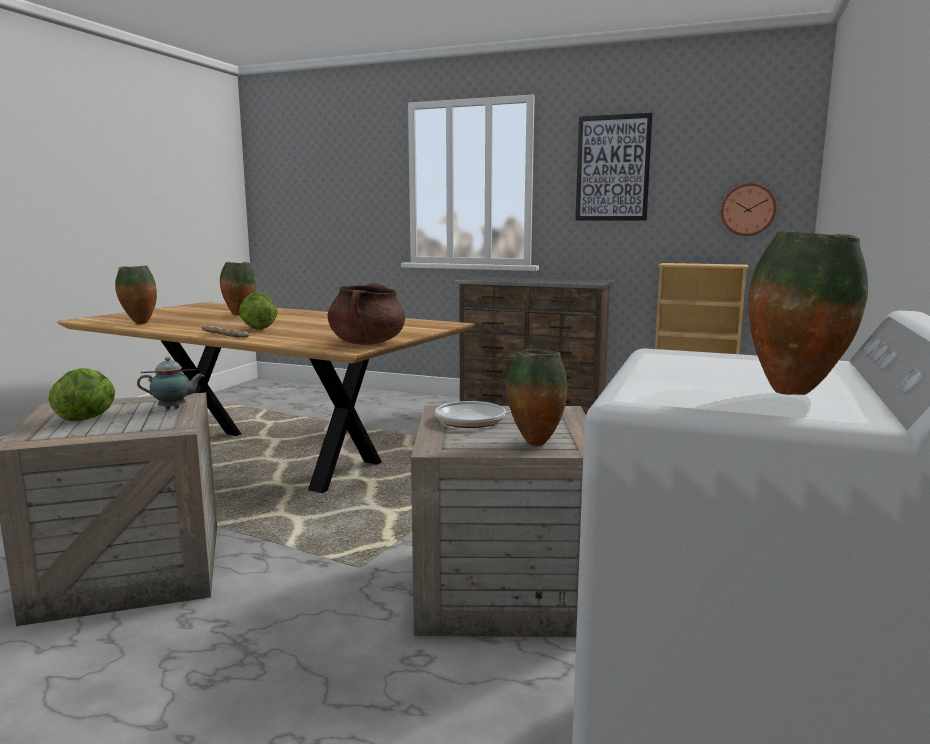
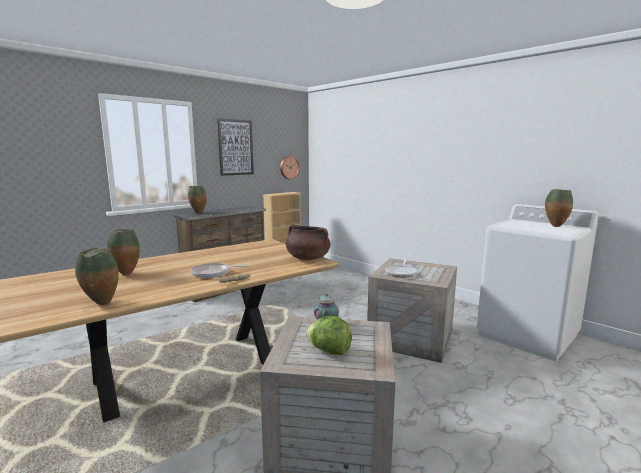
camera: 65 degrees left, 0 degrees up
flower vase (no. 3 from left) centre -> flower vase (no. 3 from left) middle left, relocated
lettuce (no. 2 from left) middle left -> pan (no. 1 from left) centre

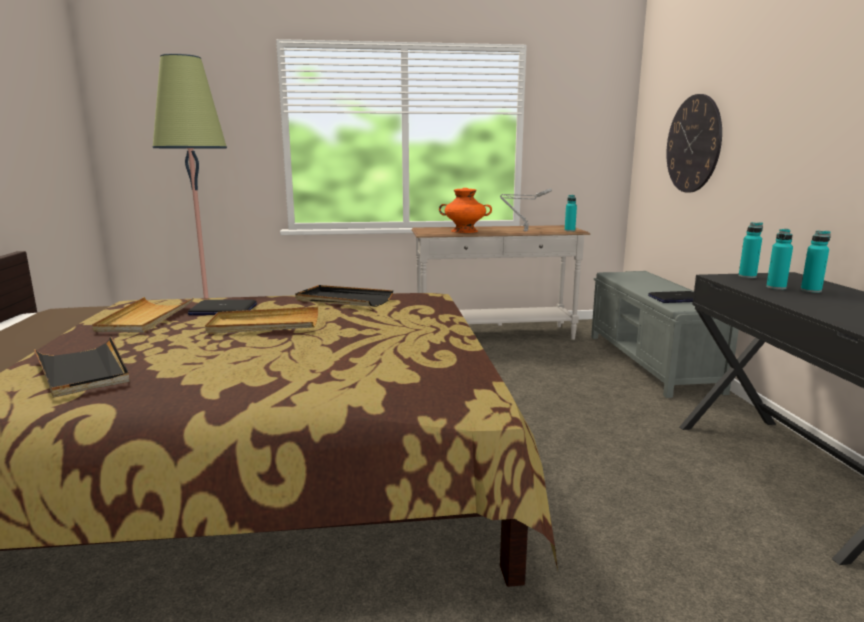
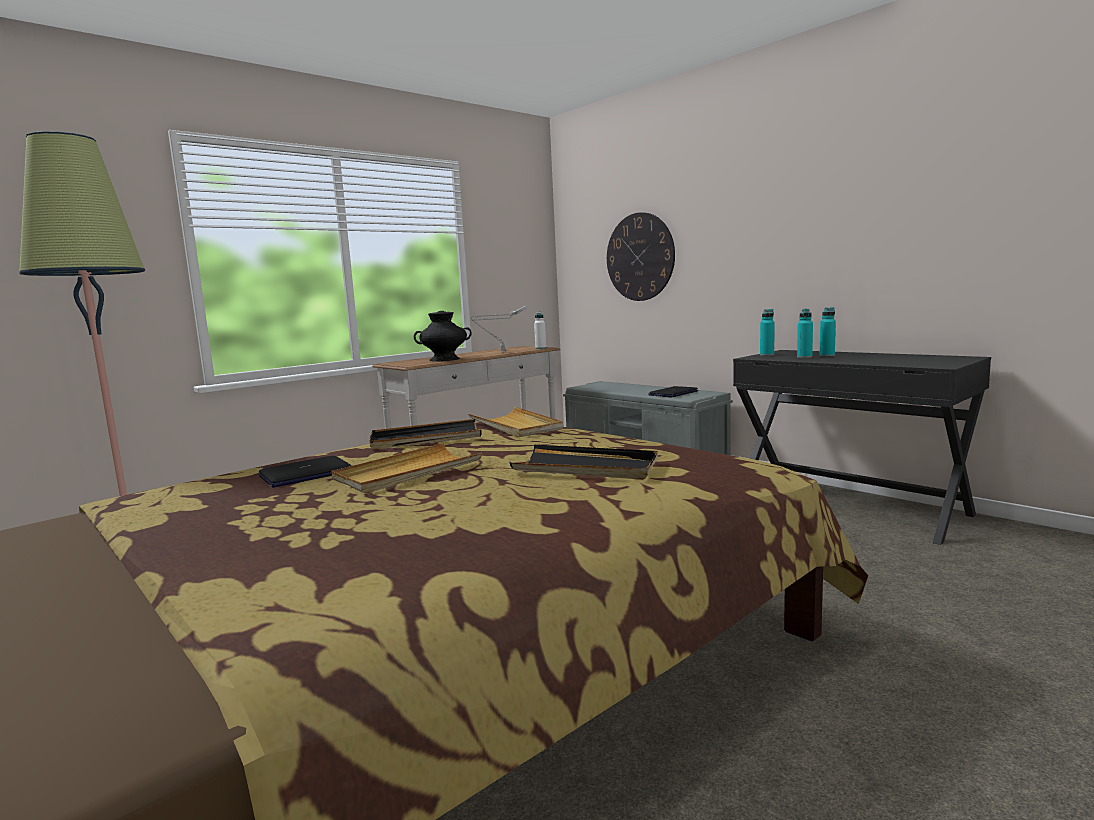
camera: 35 degrees left, 5 degrees down
orange-coloured flower vase centre -> blackish flower vase centre
sand-coloured tray (no. 1 from left in the first image) middle left -> sand-coloured tray (no. 2 from left) centre, relocated
blackish tray (no. 1 from left in the first image) middle left -> blackish tray (no. 2 from left) centre, relocated
blue-green bottle (no. 1 from left) centre -> white-coloured bottle centre

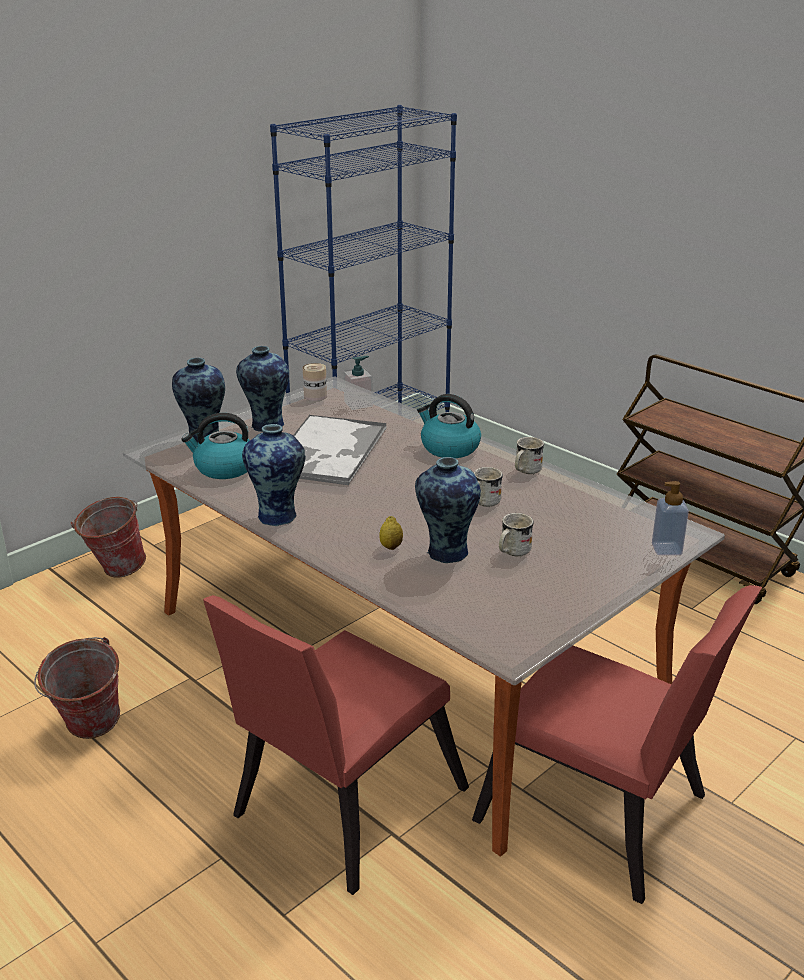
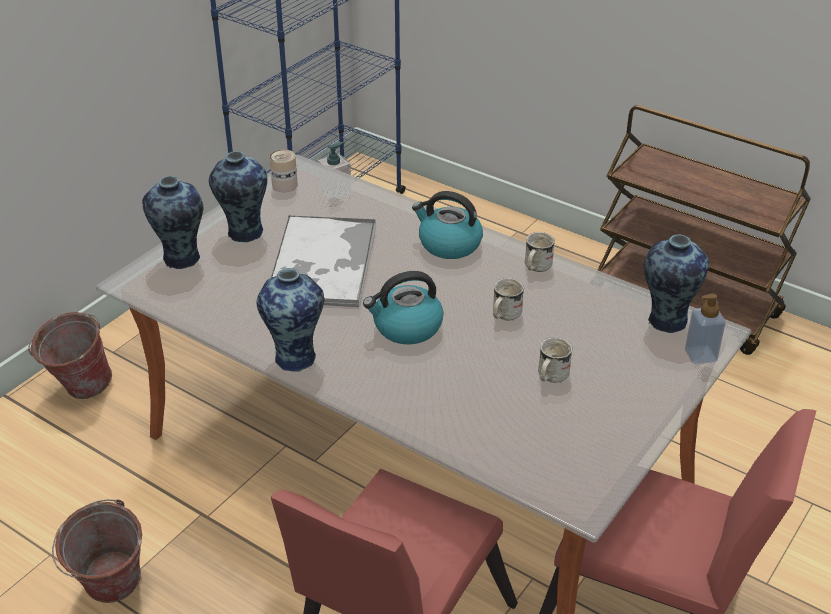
camera: 10 degrees left, 10 degrees up
water kettle (no. 1 from left) middle left -> water kettle (no. 1 from left) centre, relocated
flower vase (no. 4 from left) centre -> flower vase (no. 4 from left) middle right, relocated
whole lemon centre -> none

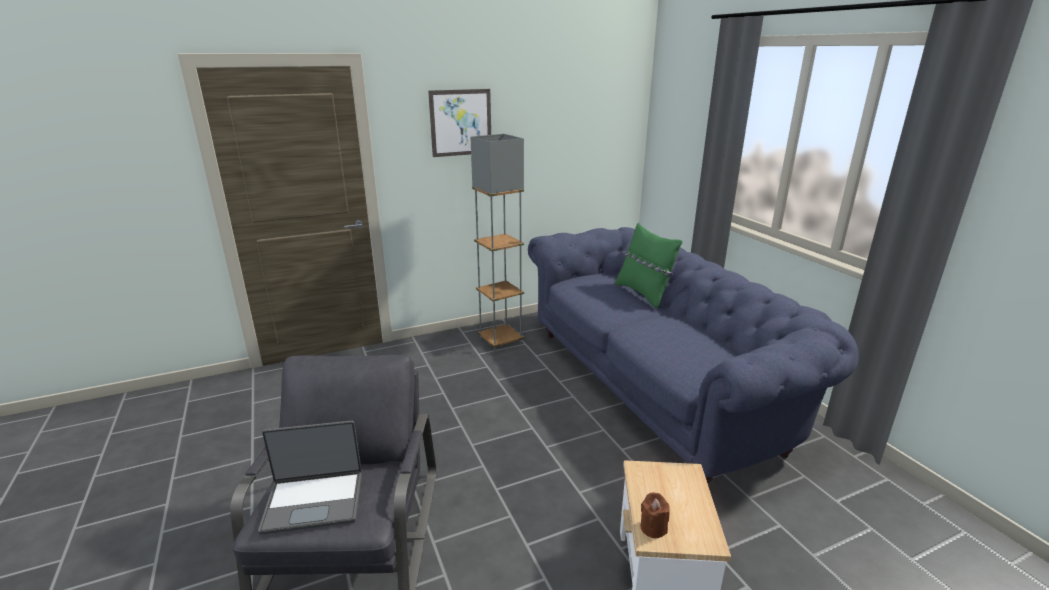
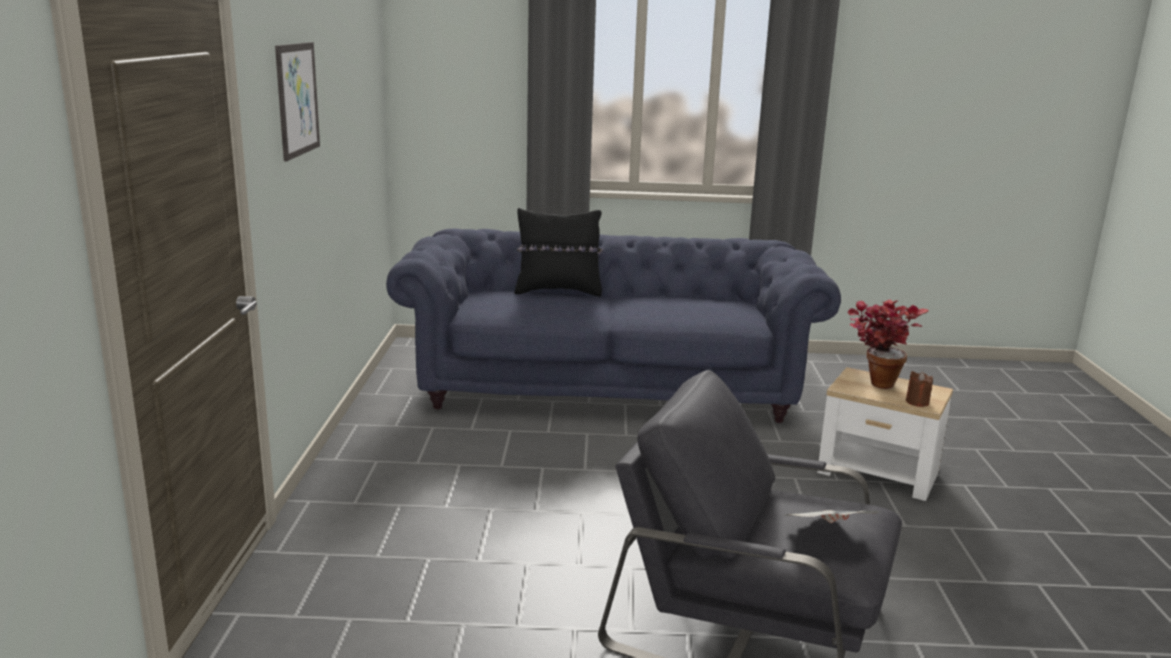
camera: 65 degrees left, 5 degrees down
greenish pillow centre -> blackish pillow centre
portable computer bottom left -> printed paper bottom right
none -> plant in a pot middle right
gray standing lamp centre -> none

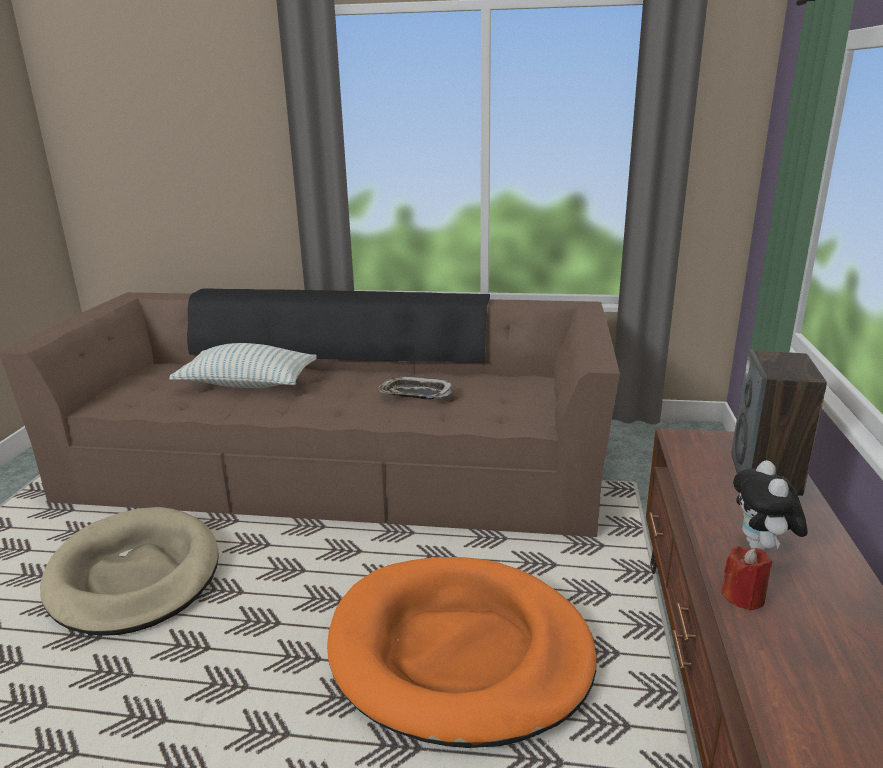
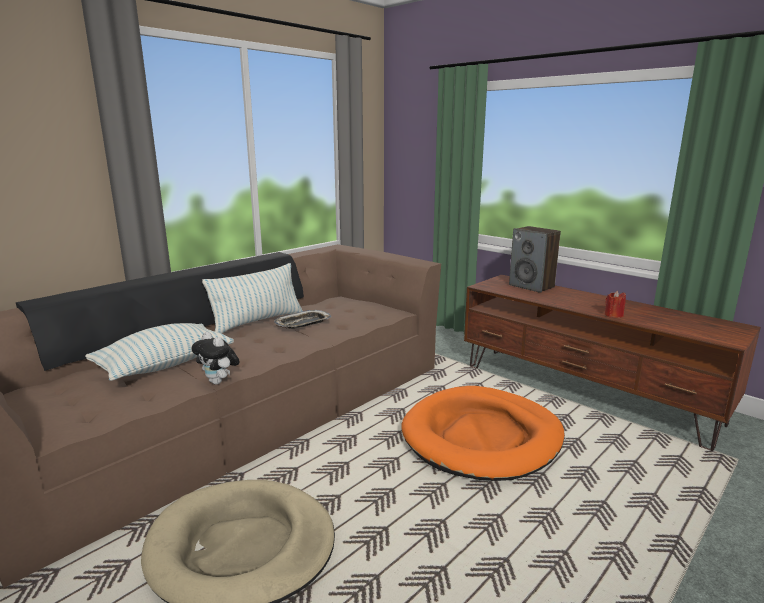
camera: 55 degrees left, 5 degrees down
soft toy middle right -> soft toy middle left, relocated
none -> pillow (no. 2 from left) middle left

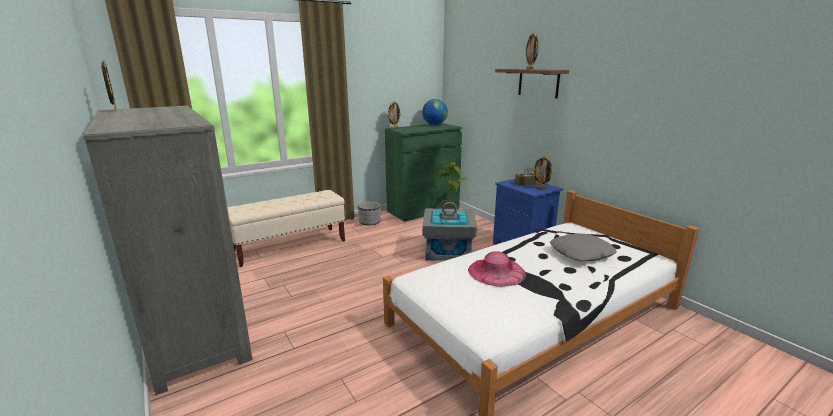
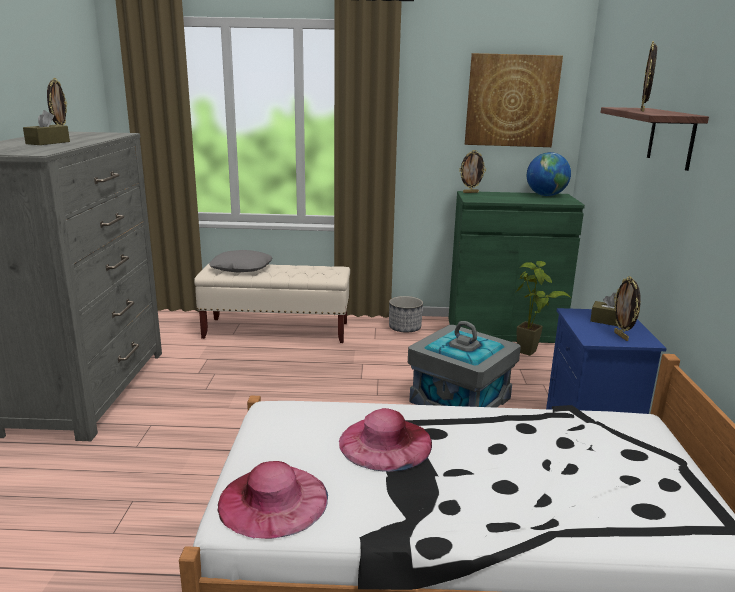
camera: 35 degrees right, 0 degrees up
none -> brownish tissue box (no. 1 from left) top left
gray pillow middle right -> gray pillow middle left, relocated
none -> pink clothing hat (no. 1 from left) bottom centre
none -> picture top right

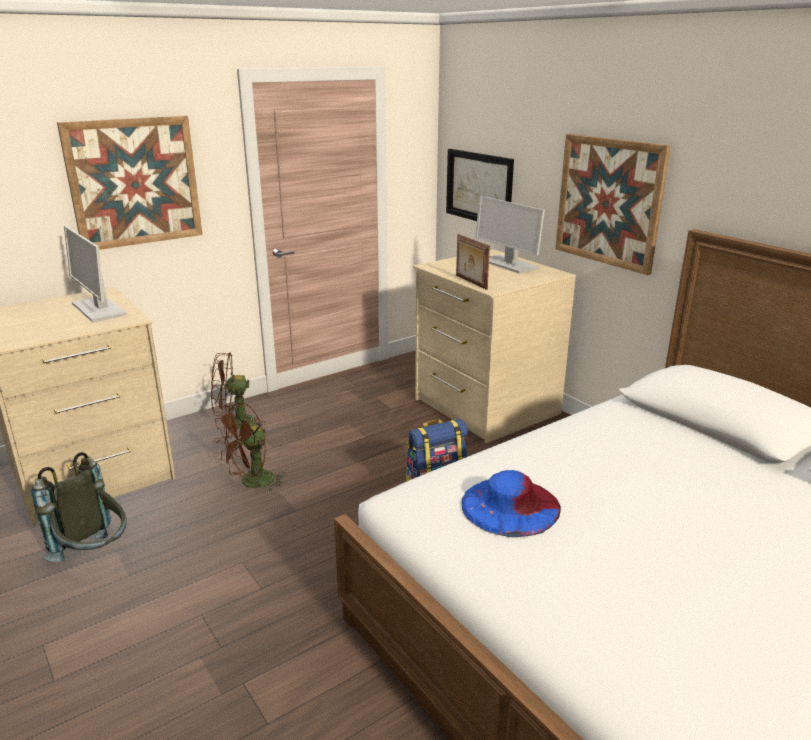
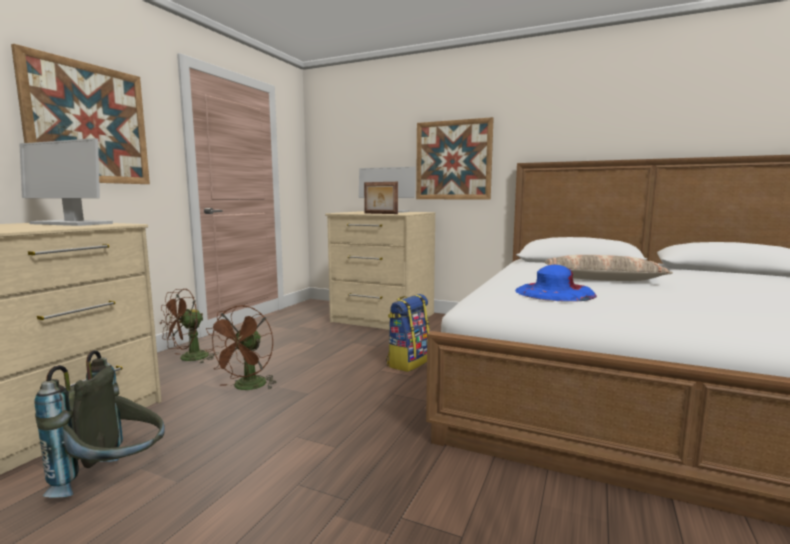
camera: 30 degrees left, 15 degrees down
none -> pillow middle right
picture (no. 2 from left) top centre -> none

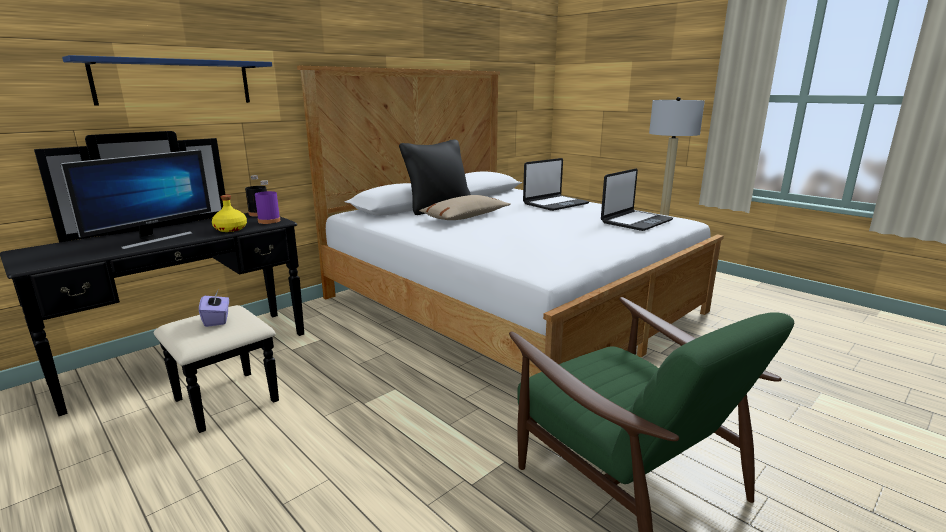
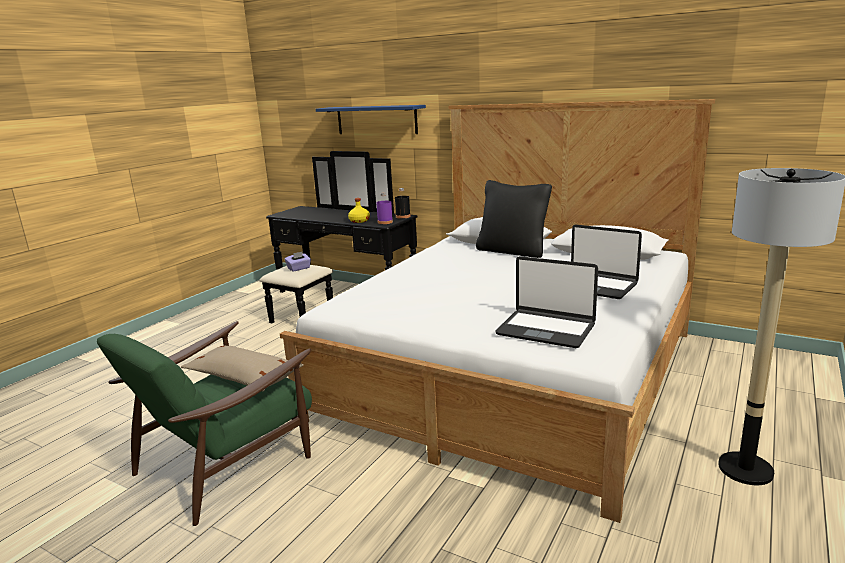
camera: 75 degrees right, 0 degrees up
sand-coloured pillow centre -> sand-coloured pillow middle left, relocated
computer screen middle left -> none

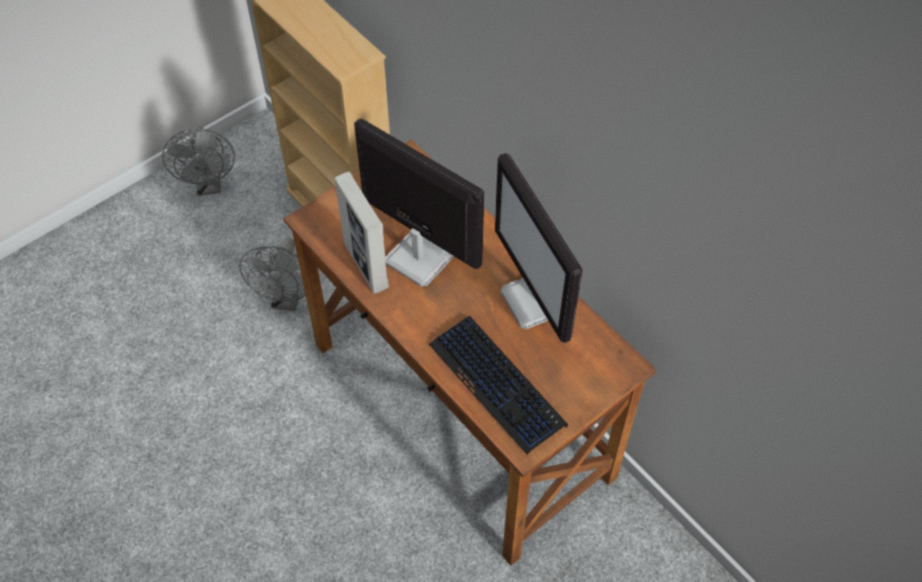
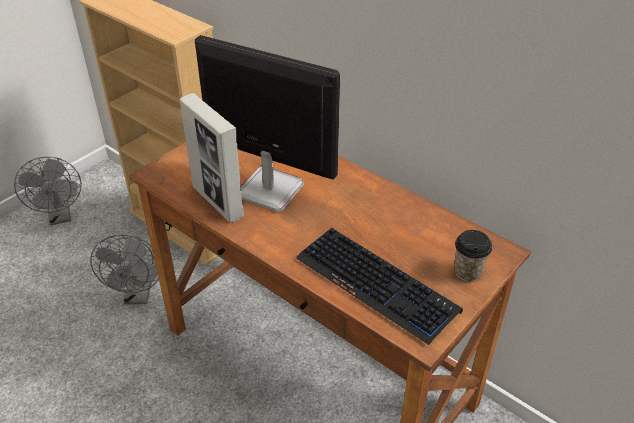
camera: 10 degrees left, 15 degrees down
none -> small cup middle right
computer screen (no. 2 from left) centre -> none

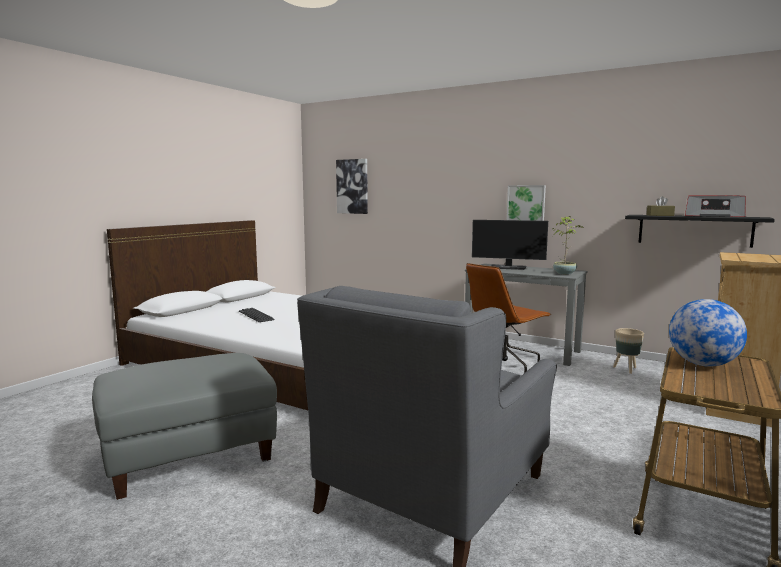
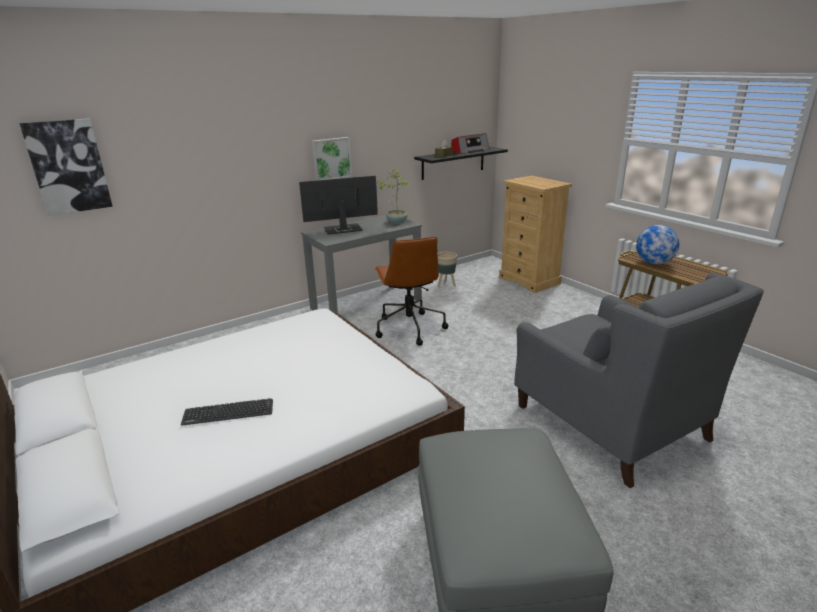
camera: 65 degrees left, 15 degrees up
computer screen centre, 150 degrees counterclockwise

